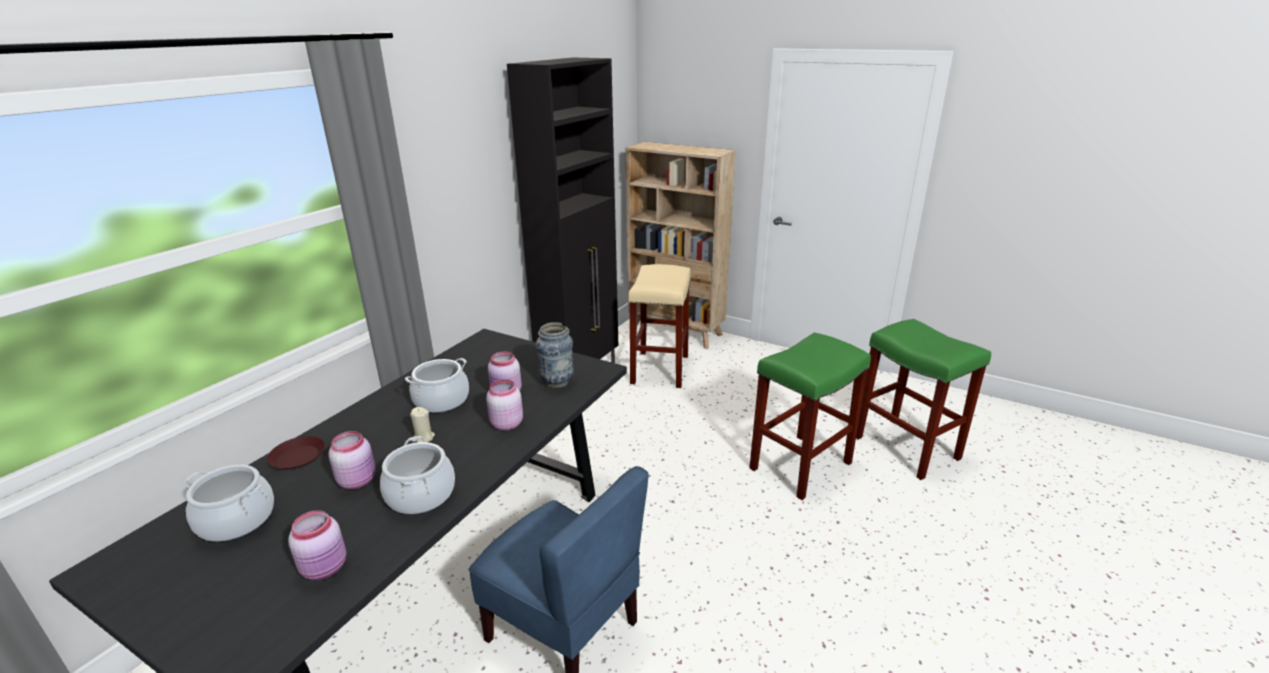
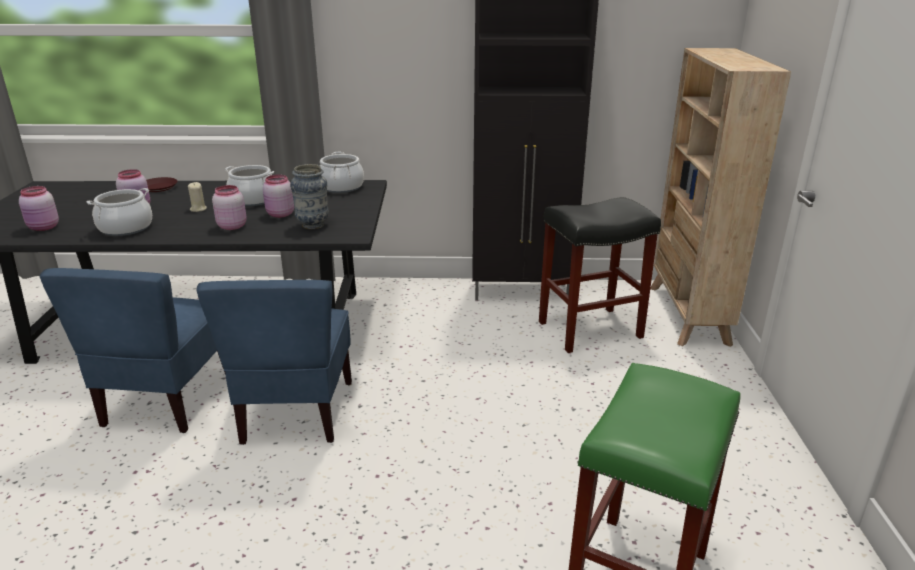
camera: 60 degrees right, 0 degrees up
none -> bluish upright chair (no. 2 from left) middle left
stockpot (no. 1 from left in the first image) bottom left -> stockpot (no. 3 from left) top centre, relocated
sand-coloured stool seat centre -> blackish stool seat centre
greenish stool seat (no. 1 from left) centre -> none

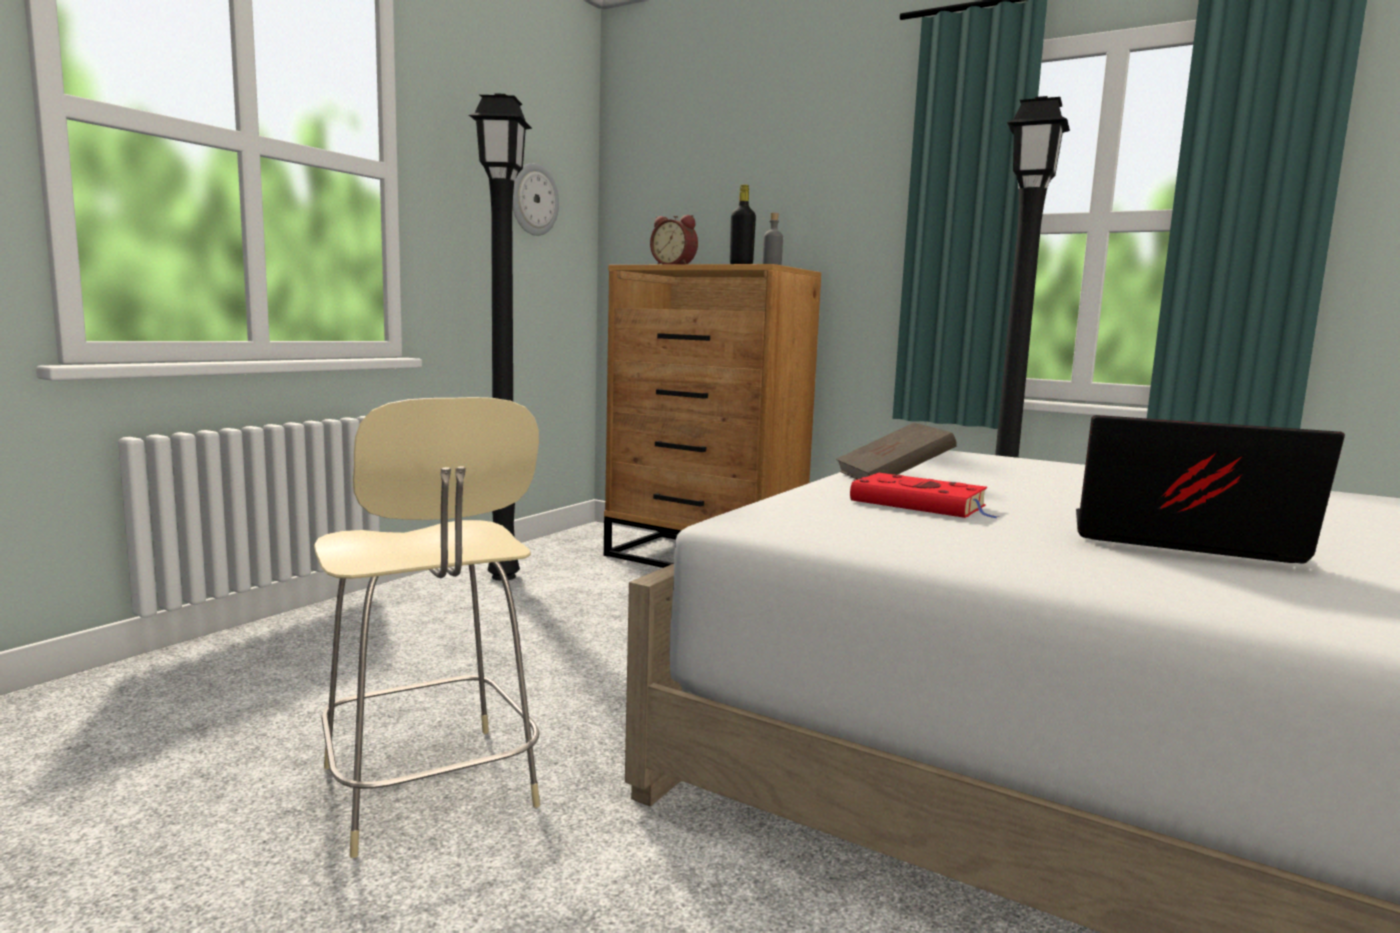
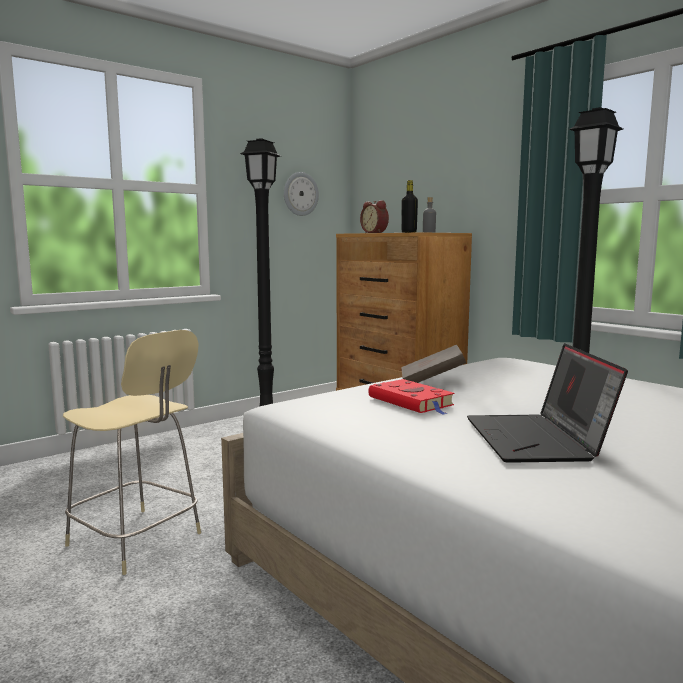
camera: 20 degrees right, 0 degrees up
sand-coloured upright chair bottom left -> sand-coloured upright chair middle left, 45 degrees counterclockwise
portable computer middle right, 135 degrees counterclockwise

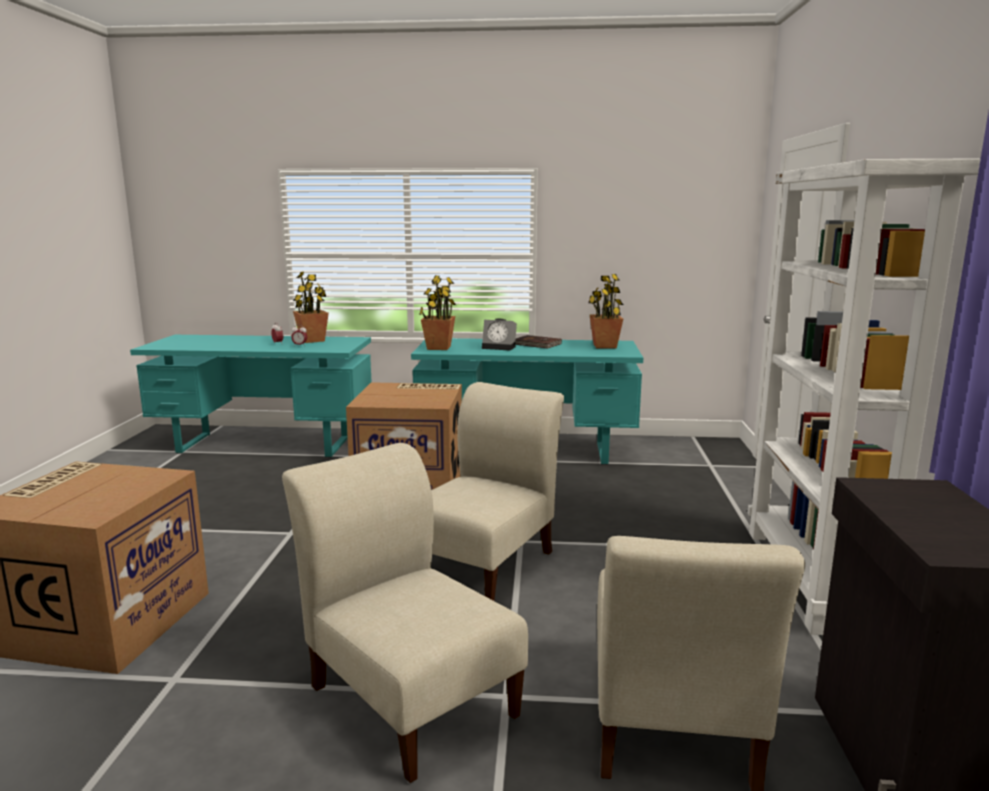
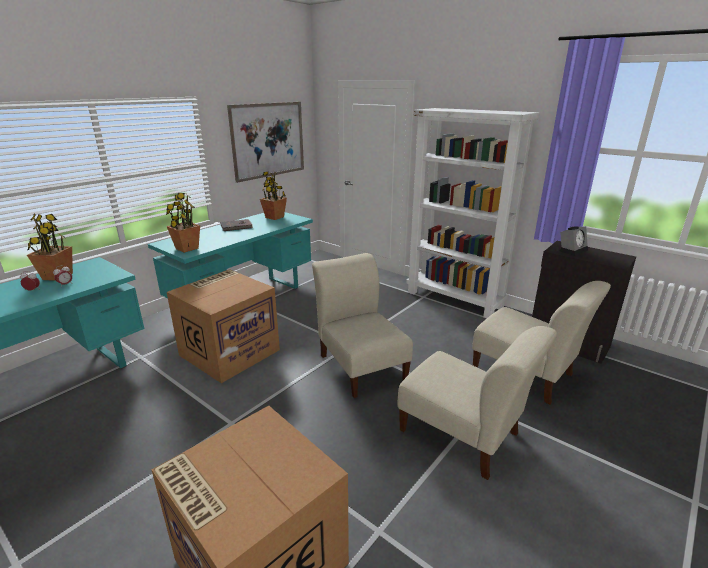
camera: 55 degrees left, 10 degrees up
none -> picture top centre
sand-coloured upright chair (no. 1 from left in the first image) bottom centre -> sand-coloured upright chair (no. 2 from left) bottom right, 135 degrees counterclockwise
alarm clock (no. 3 from left) centre -> alarm clock (no. 3 from left) middle right, relocated

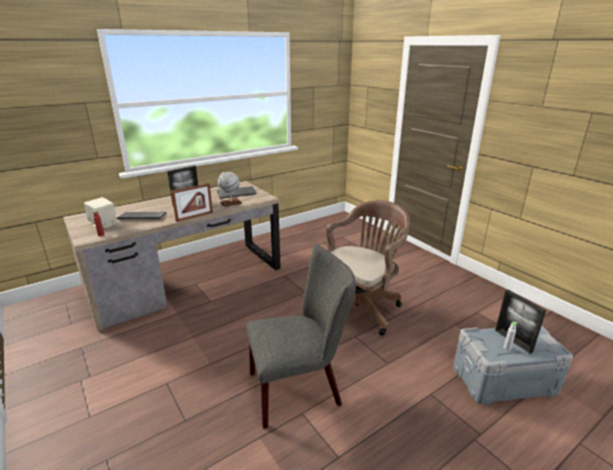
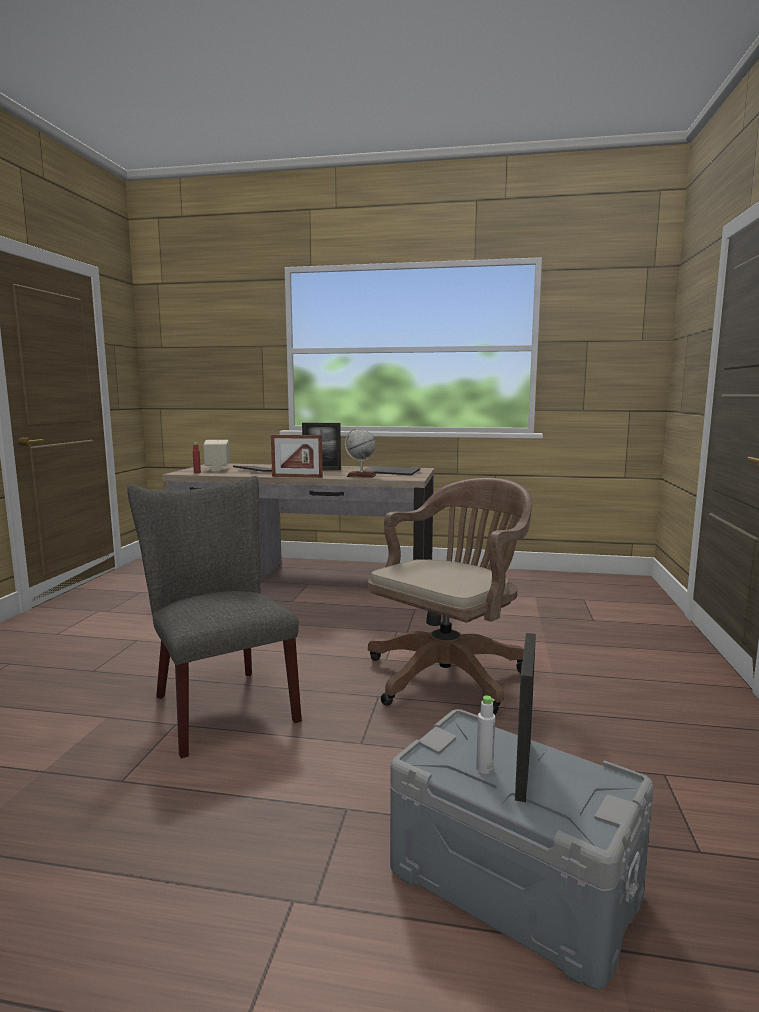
camera: 45 degrees right, 15 degrees down
gray upright chair bottom centre -> gray upright chair middle left, 150 degrees counterclockwise
brownish desk chair centre, 45 degrees counterclockwise

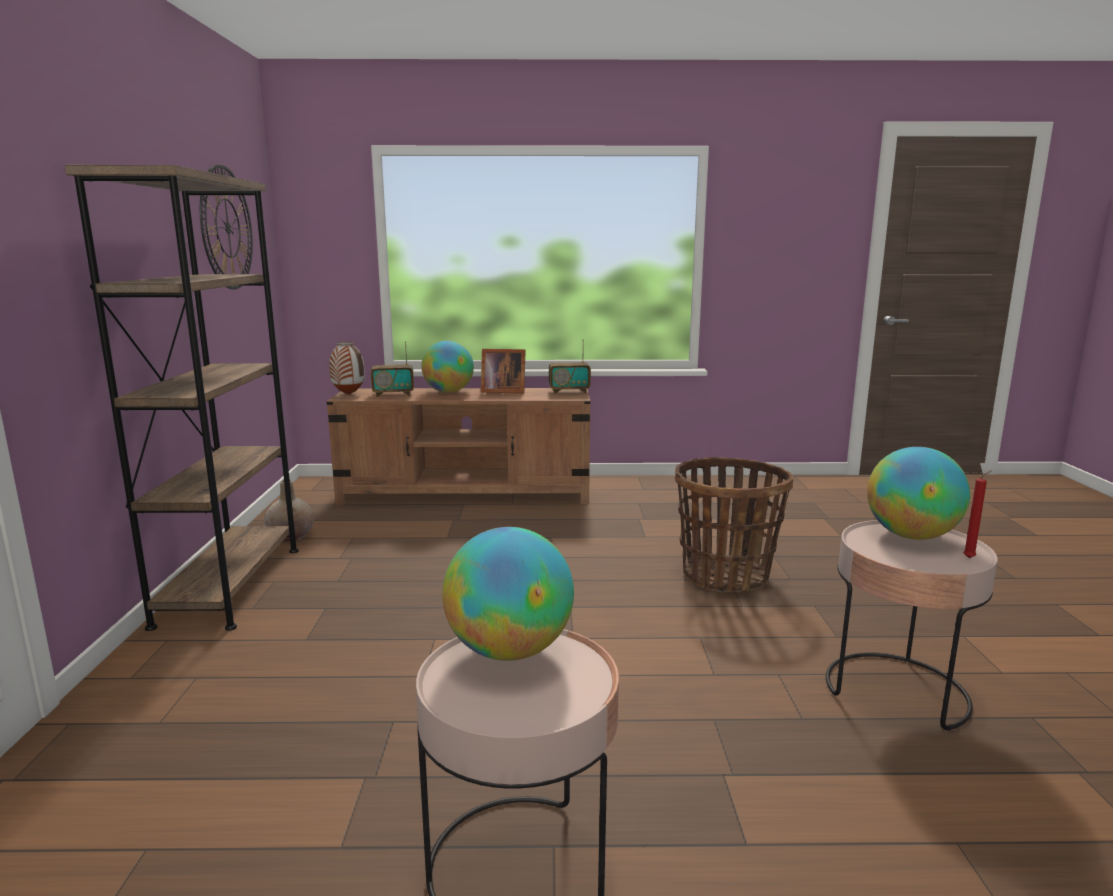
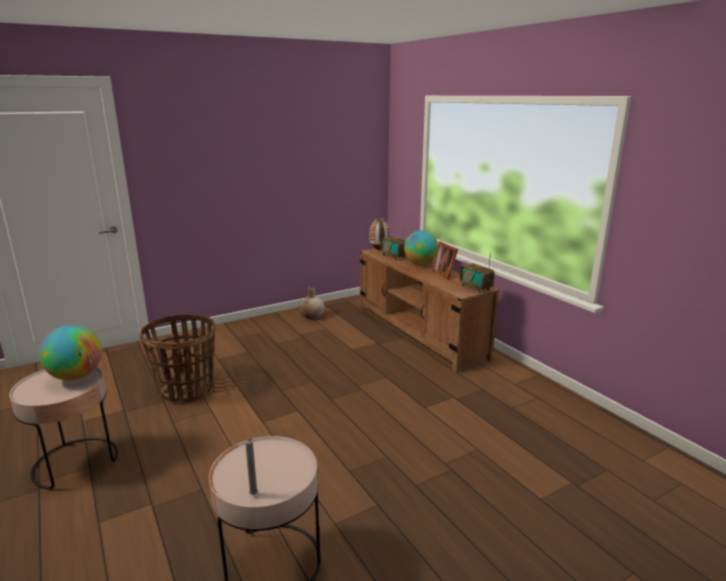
camera: 60 degrees right, 5 degrees up
basket centre -> basket middle left, relocated
reddish wax light middle right -> gray wax light bottom centre
brownish bookshelf middle left -> none
clock on the wall top left -> none
globe (no. 3 from left) middle right -> none

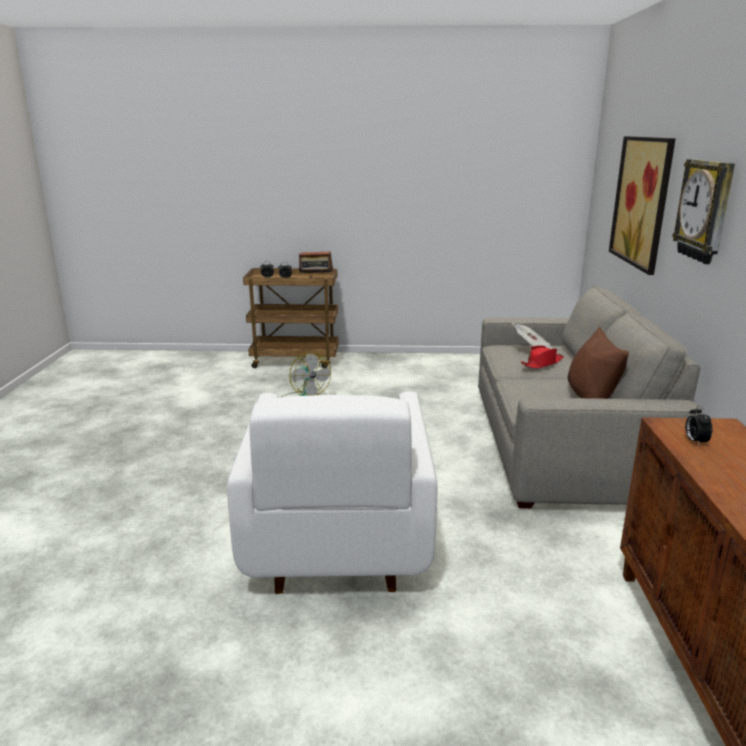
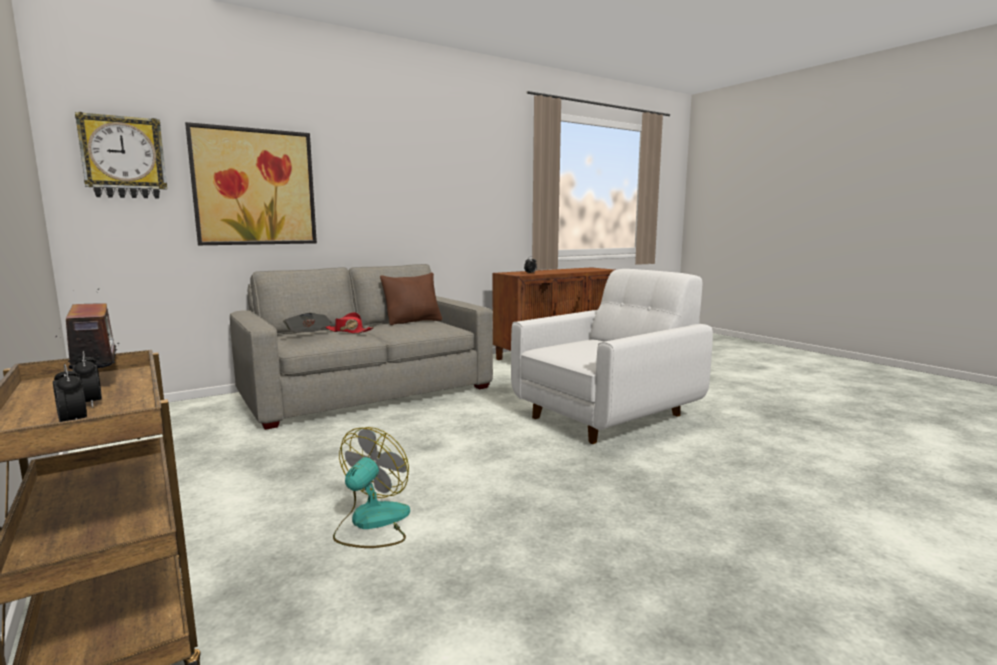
camera: 125 degrees left, 10 degrees down
clock on the wall top right -> clock on the wall top left, relocated

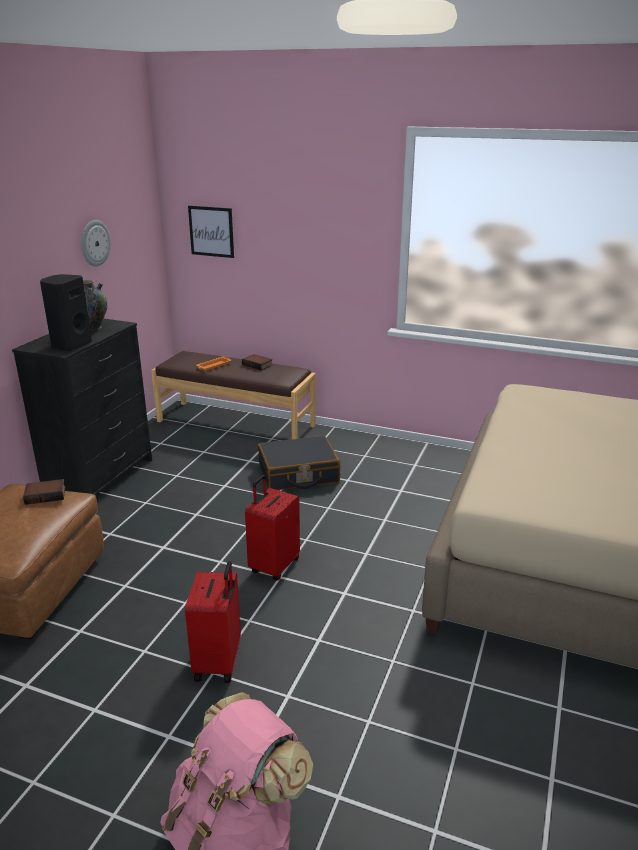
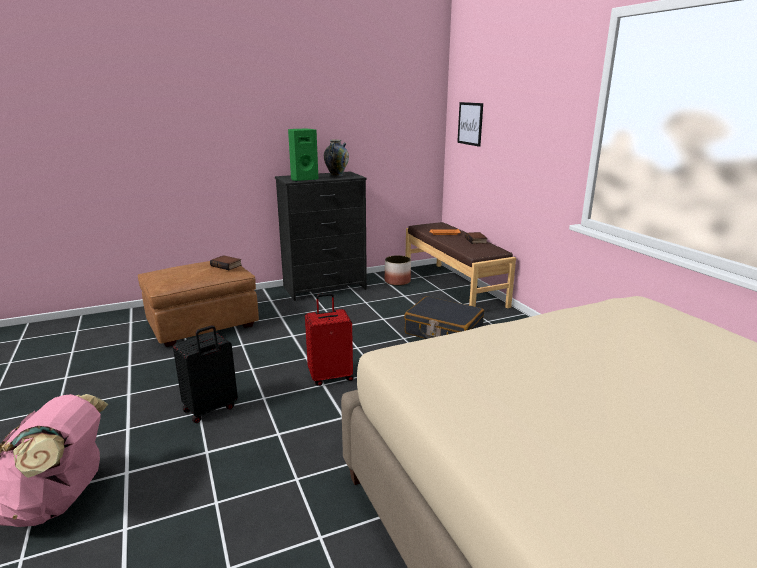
camera: 45 degrees right, 5 degrees down
reddish travel case (no. 1 from left) bottom centre -> blackish travel case (no. 1 from left) middle left
blackish loudspeaker middle left -> greenish loudspeaker top centre
none -> plant pot centre
clock on the wall top left -> none

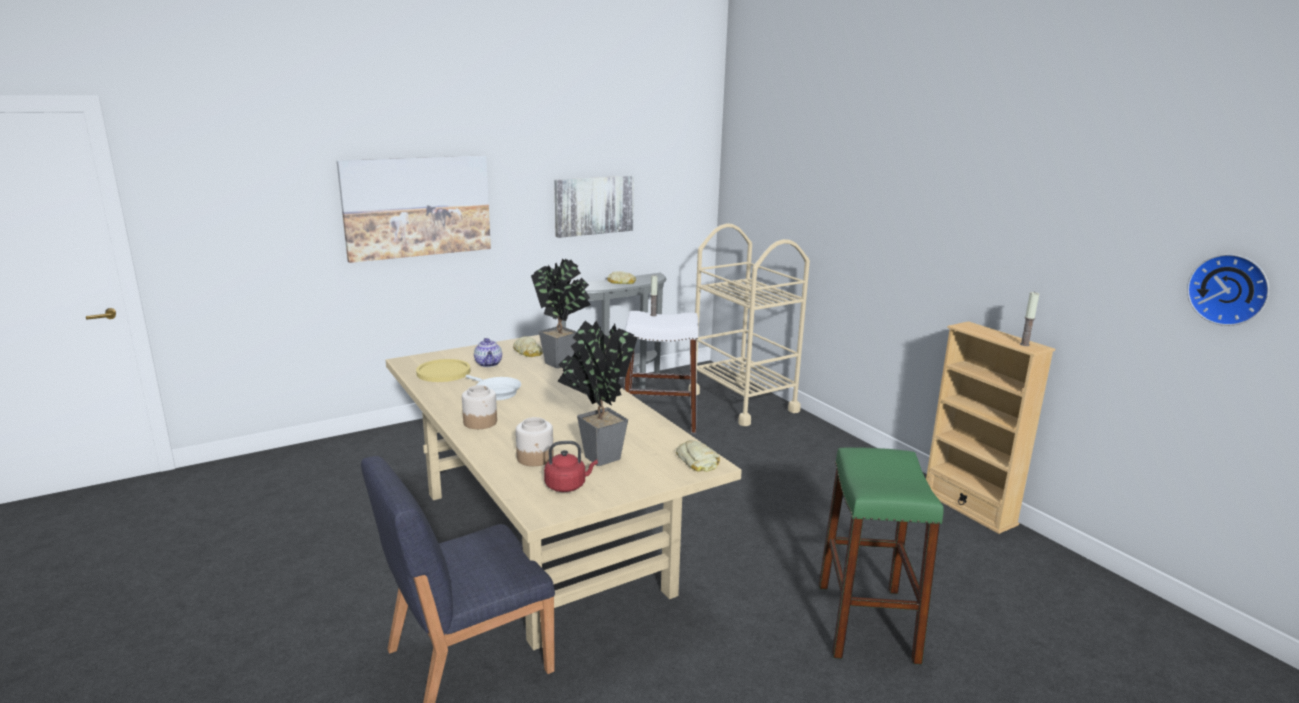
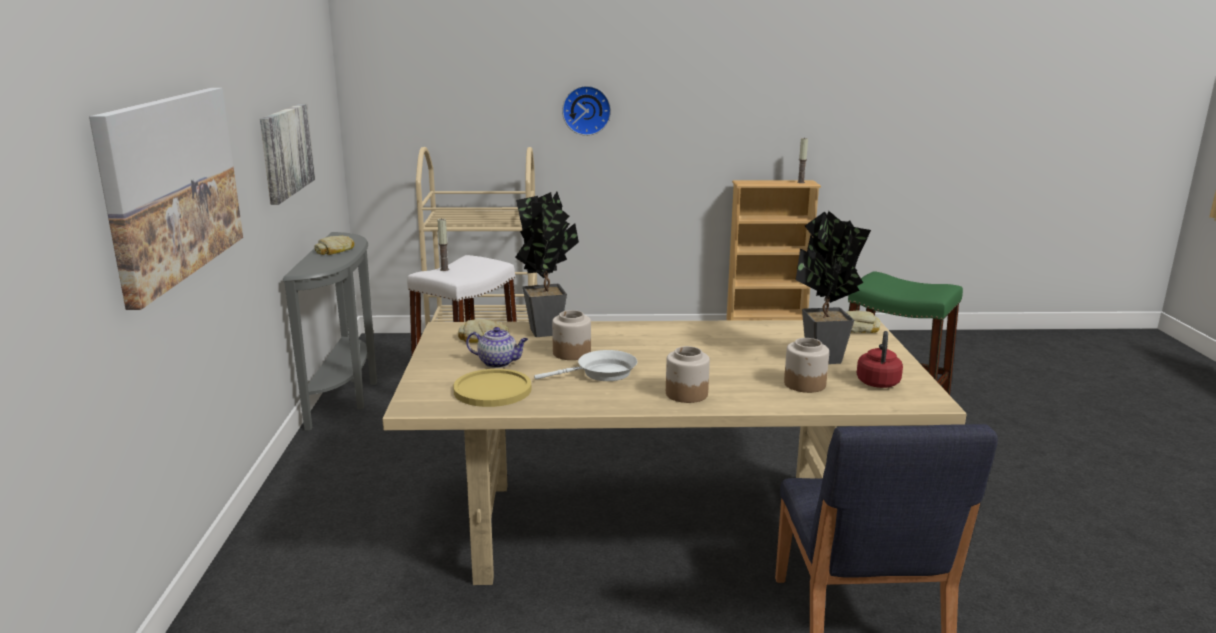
camera: 60 degrees left, 0 degrees up
none -> storage jar (no. 1 from left) centre
clock on the wall middle right -> clock on the wall top centre, relocated

